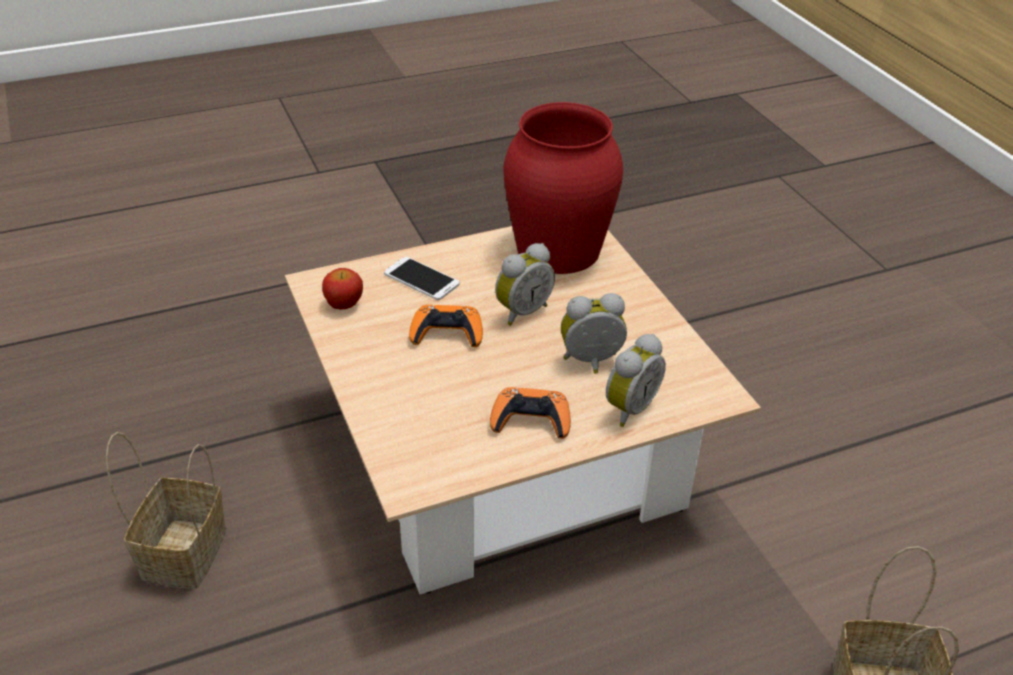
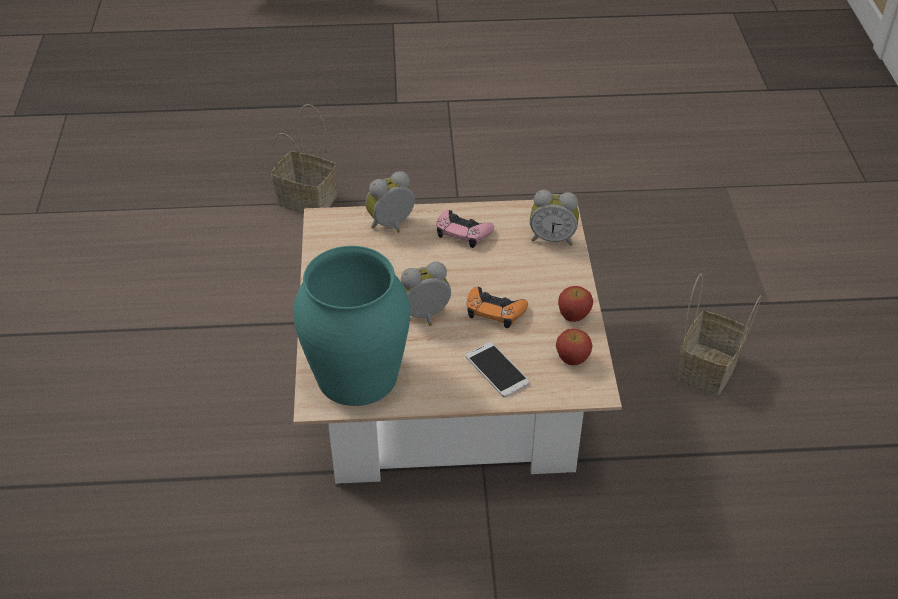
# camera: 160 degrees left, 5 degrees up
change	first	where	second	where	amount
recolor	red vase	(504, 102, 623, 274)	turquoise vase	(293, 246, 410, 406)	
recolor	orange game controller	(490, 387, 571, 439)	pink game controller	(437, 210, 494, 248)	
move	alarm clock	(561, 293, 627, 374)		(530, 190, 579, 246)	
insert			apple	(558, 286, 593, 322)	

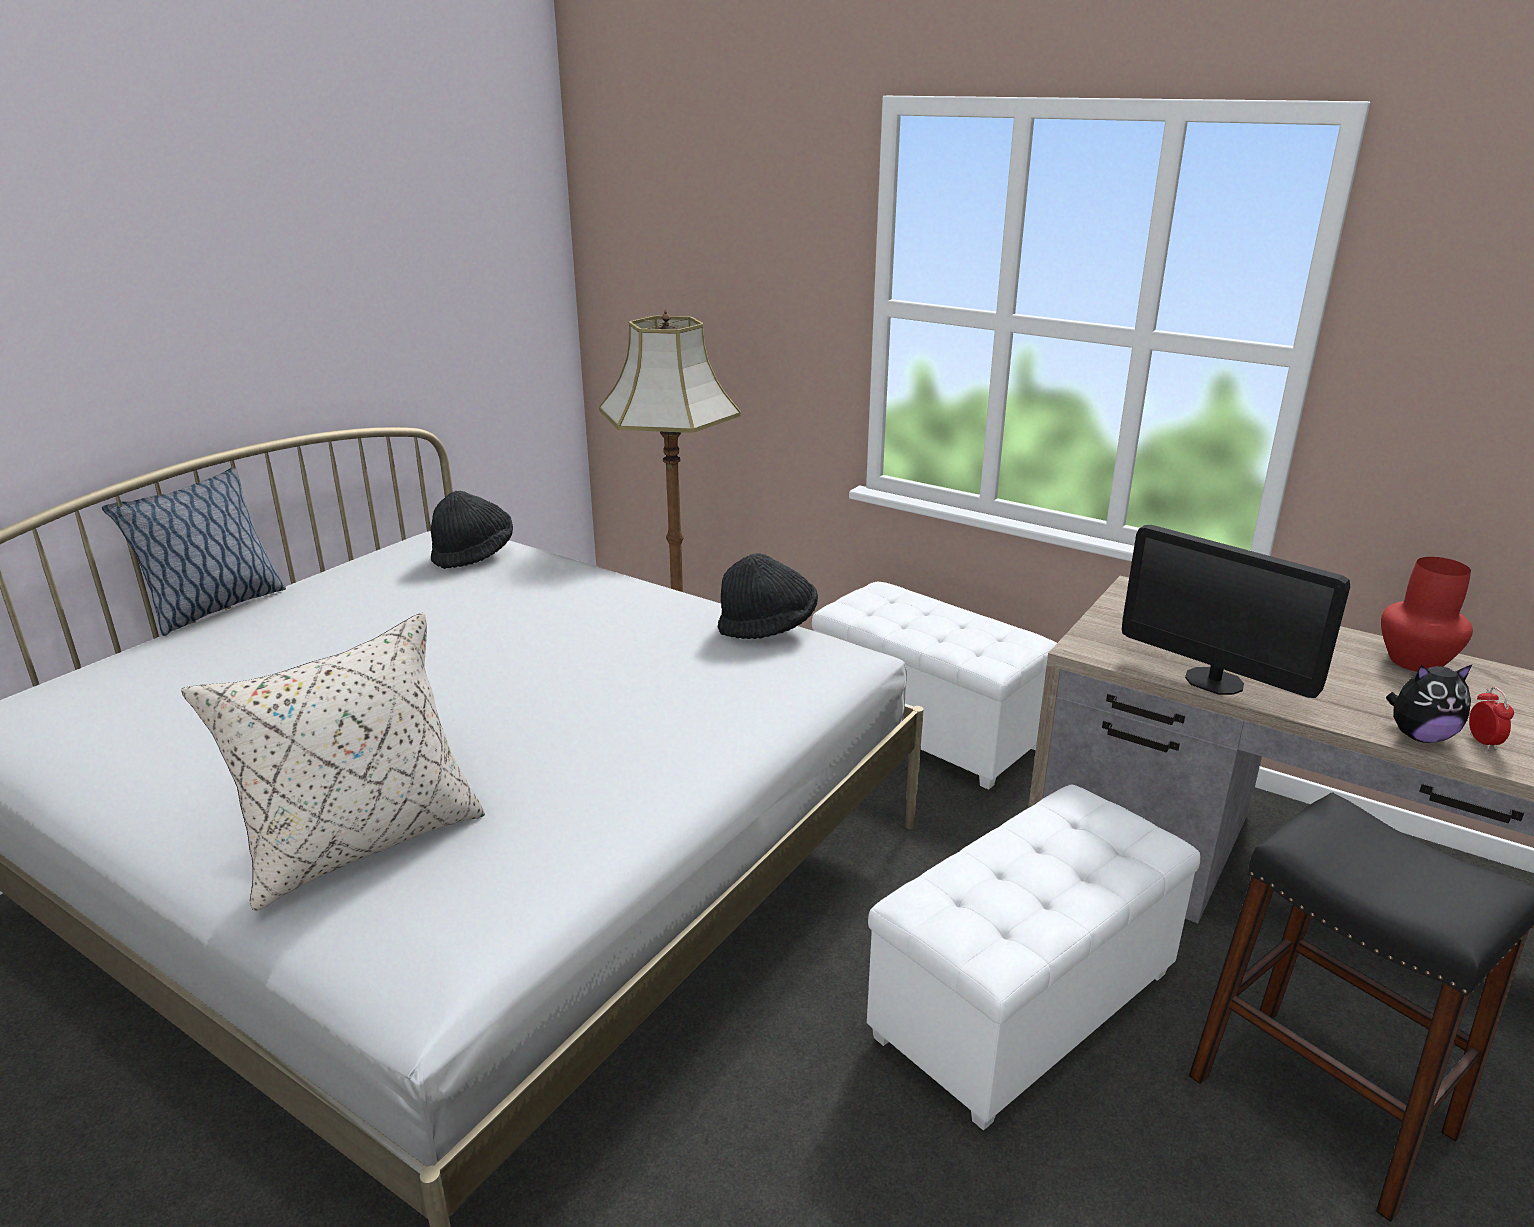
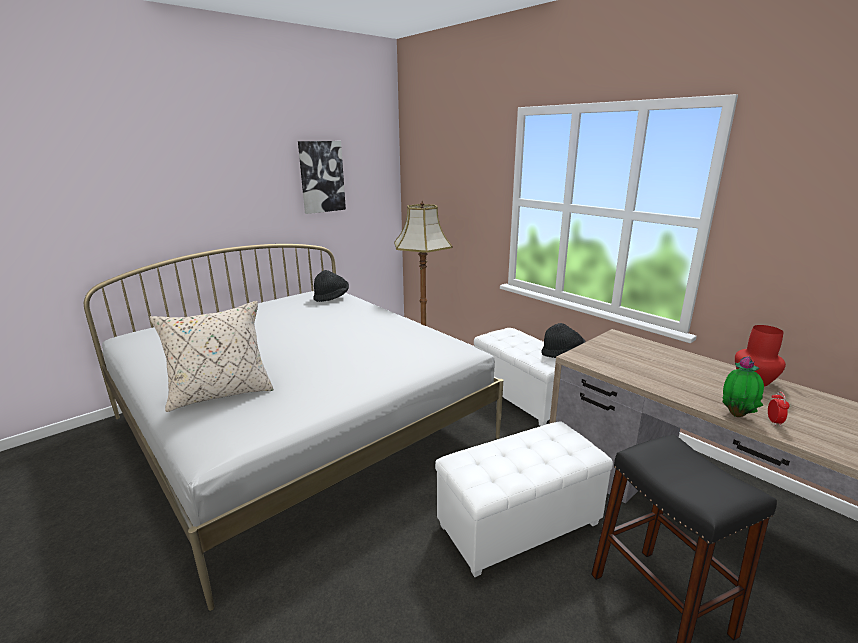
# camera: 15 degrees right, 5 degrees down
change	first	where	second	where	amount
insert			picture	(298, 141, 346, 214)	
move	black hat	(718, 553, 818, 639)		(541, 323, 585, 358)	
replace	plush toy	(1386, 664, 1473, 743)	potted plant	(722, 356, 764, 417)	
delete	pillow	(102, 468, 286, 636)			
delete	monitor	(1122, 525, 1350, 698)			

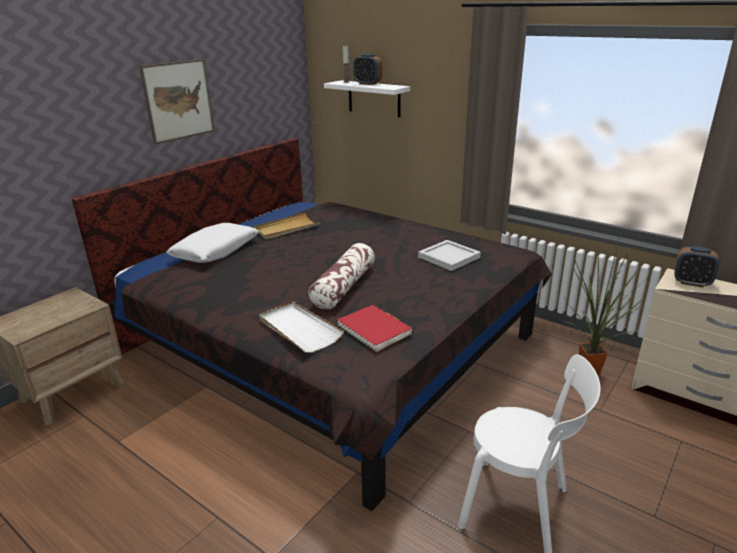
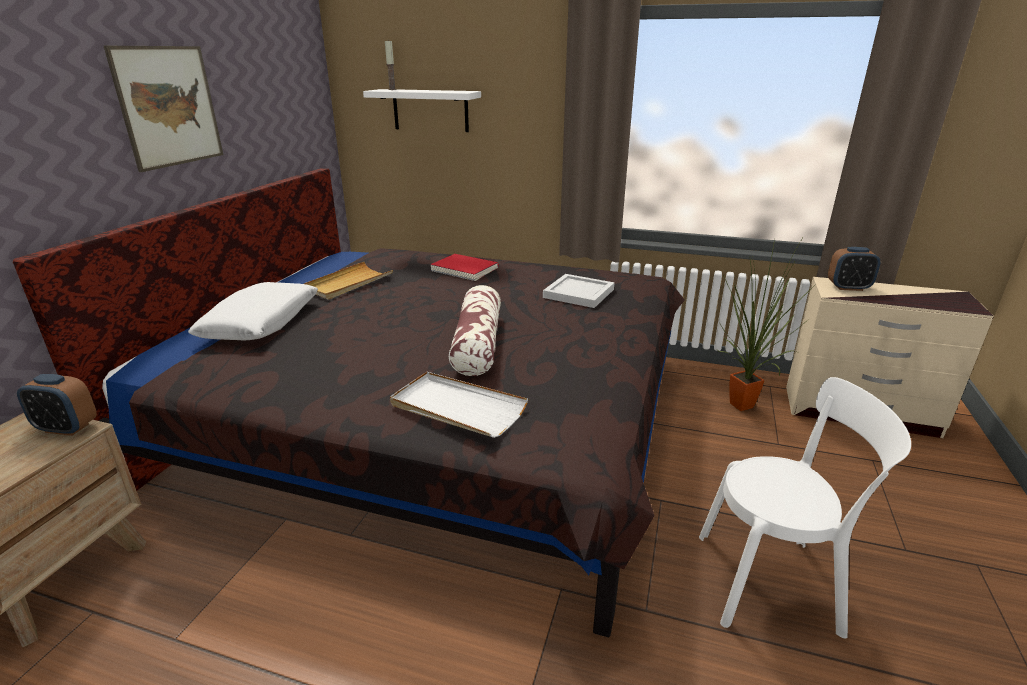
# camera: 20 degrees left, 0 degrees up
change	first	where	second	where	amount
move	alarm clock	(353, 54, 382, 85)		(17, 374, 97, 436)	
move	red book	(337, 305, 413, 352)		(430, 254, 499, 281)	

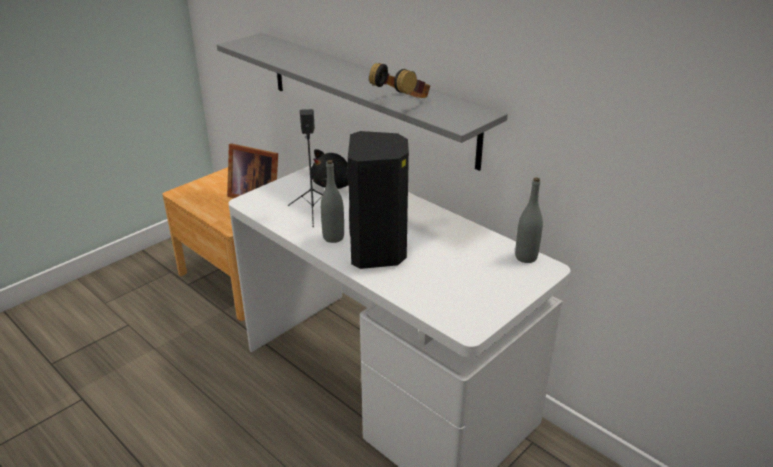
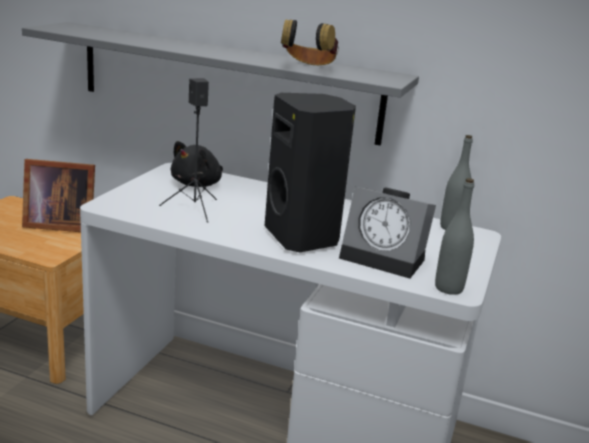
# camera: 25 degrees left, 10 degrees down
change	first	where	second	where	amount
insert			alarm clock	(339, 187, 436, 278)	
move	grey bottle	(321, 160, 344, 243)		(435, 178, 474, 295)	

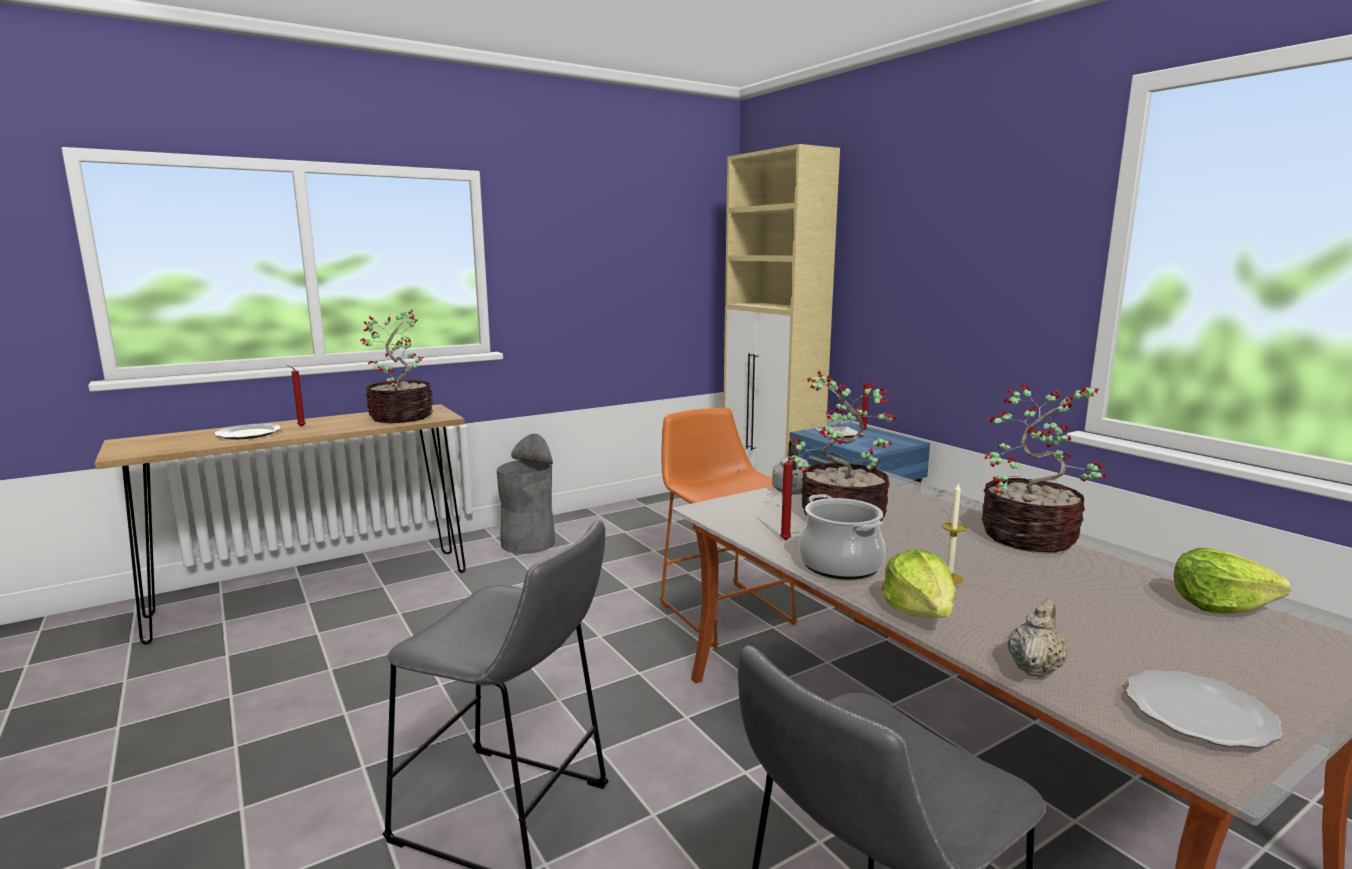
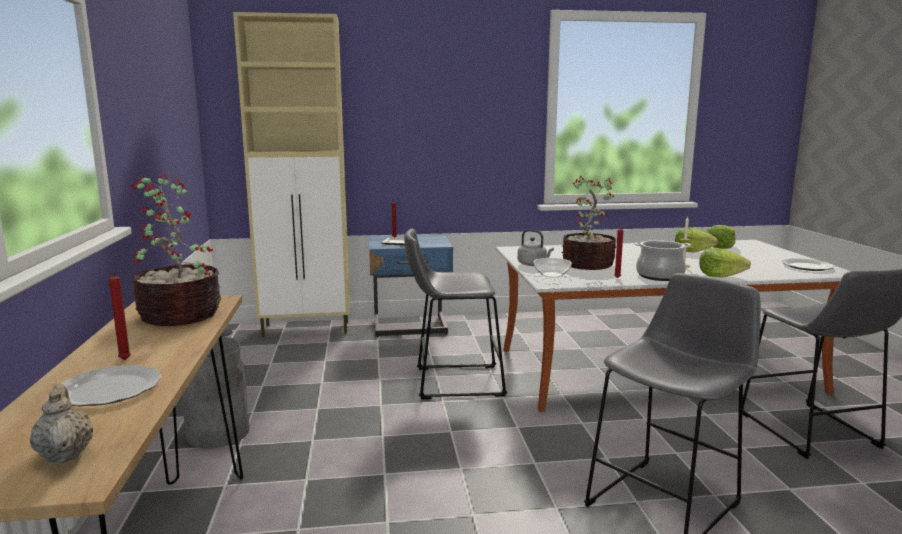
# camera: 65 degrees left, 0 degrees up
change	first	where	second	where	amount
move	beige teapot	(1008, 599, 1067, 678)		(30, 384, 93, 463)	
recolor	orange stool	(660, 408, 798, 649)	grey stool	(404, 229, 507, 399)	
insert			bowl	(534, 258, 572, 278)	
insert			lettuce	(675, 227, 718, 252)	
delete	potted plant	(982, 383, 1107, 552)			

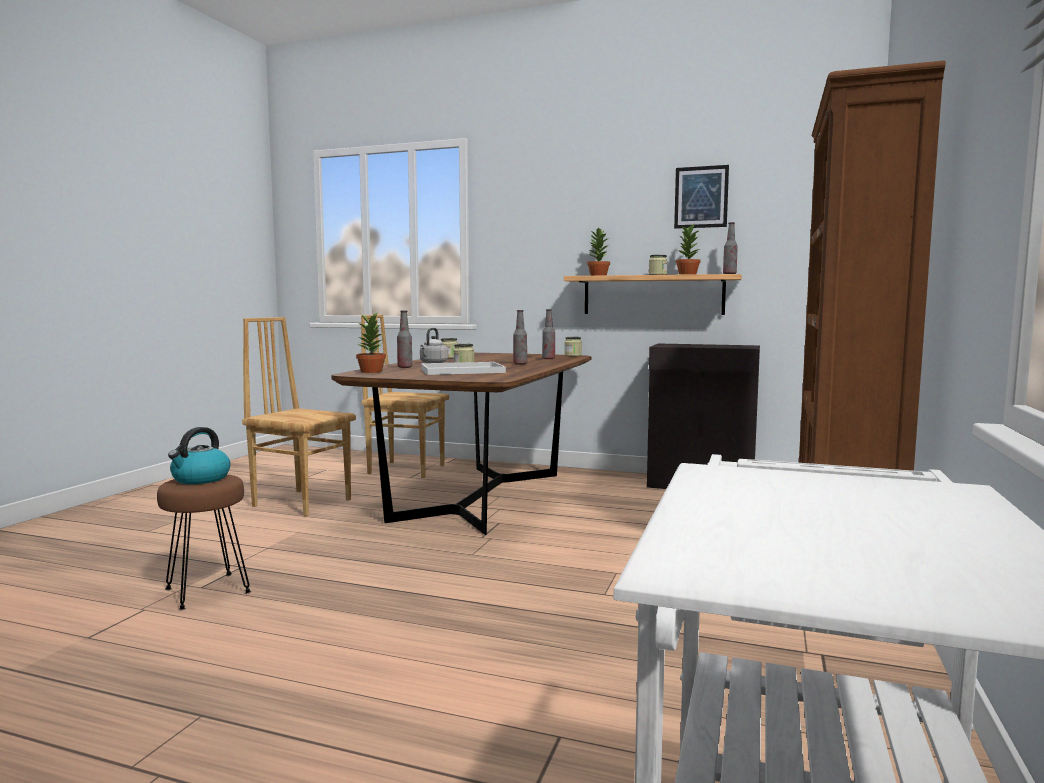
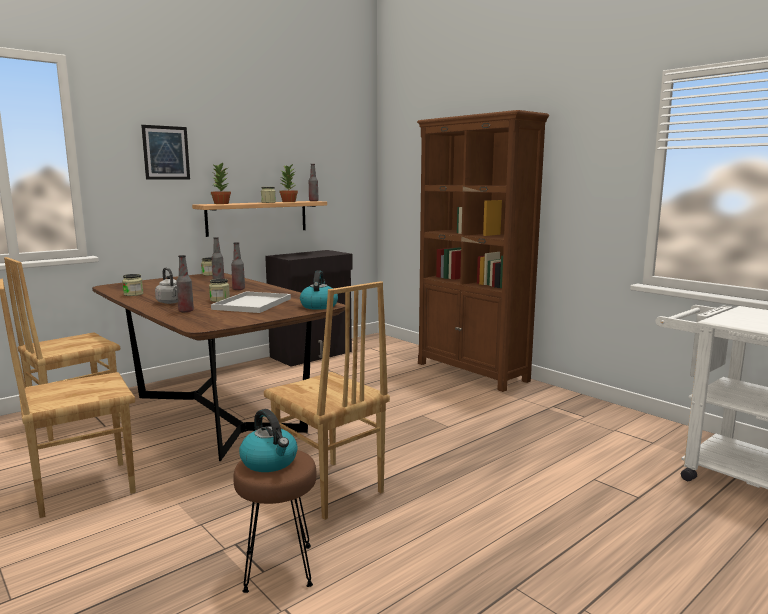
# camera: 60 degrees left, 5 degrees up
change	first	where	second	where	amount
move	picture	(674, 165, 729, 229)		(141, 125, 190, 180)	
insert			brown chair	(264, 281, 390, 520)	
insert			kettle	(300, 270, 338, 310)	
delete	potted plant	(356, 311, 386, 373)			

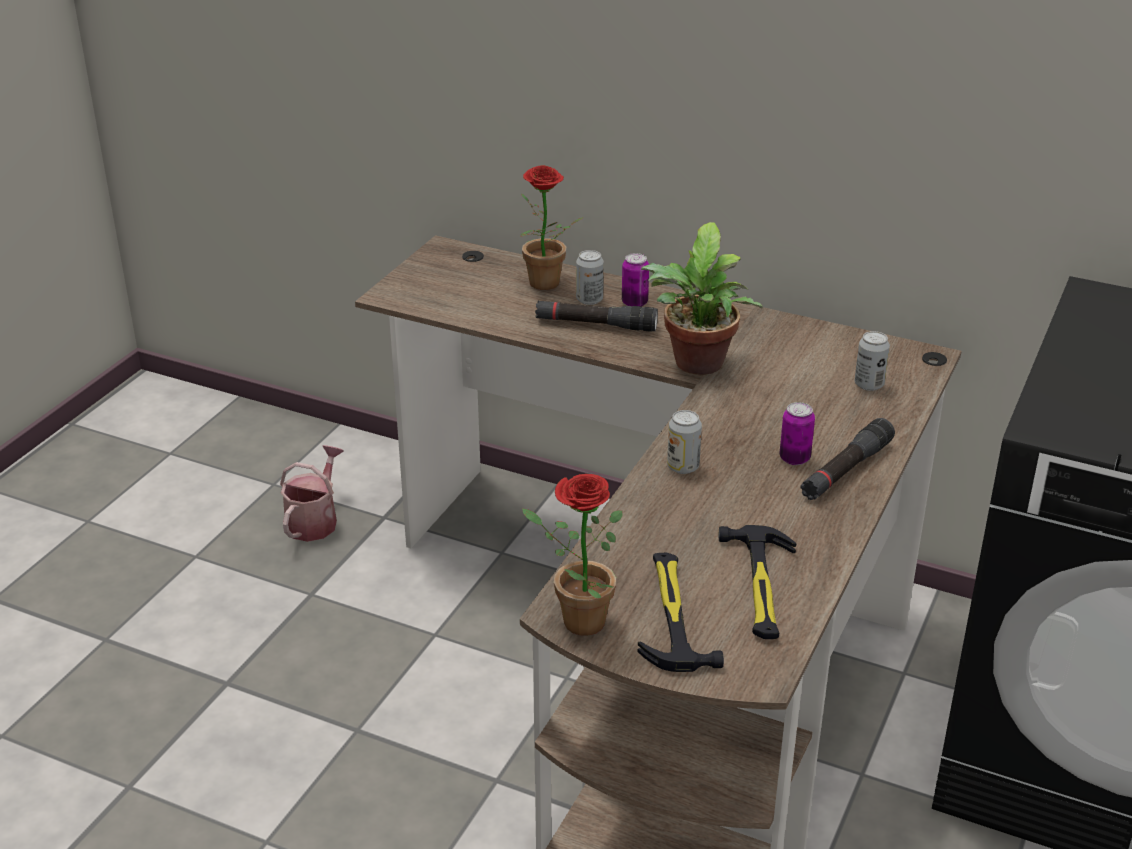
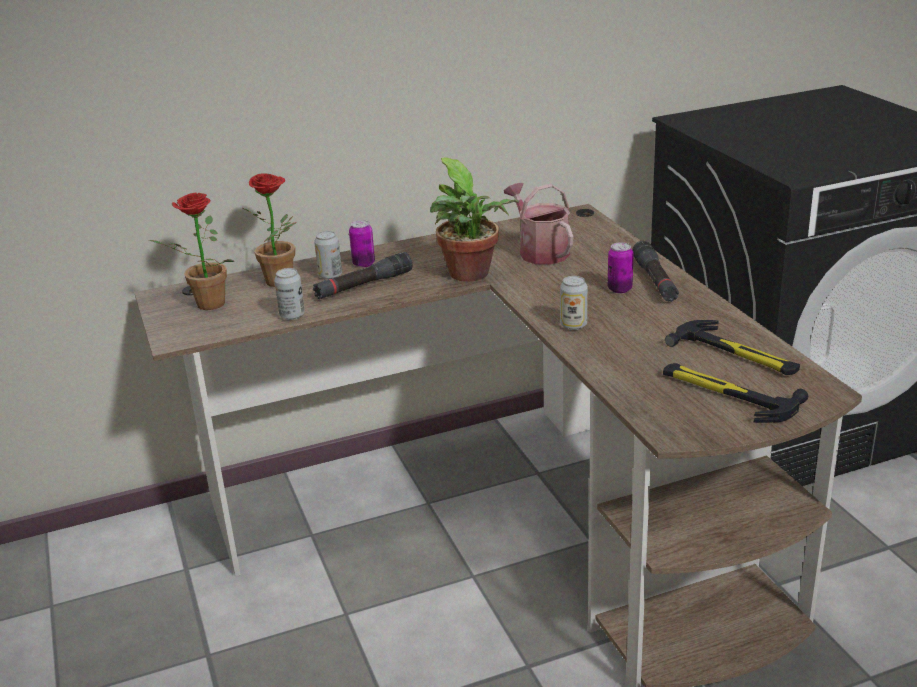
# camera: 45 degrees left, 5 degrees down
change	first	where	second	where	amount
move	potted plant	(522, 474, 623, 636)		(150, 193, 234, 310)	
move	can	(855, 331, 890, 391)		(274, 268, 305, 320)	
move	watering can	(280, 445, 344, 542)		(504, 183, 573, 265)	

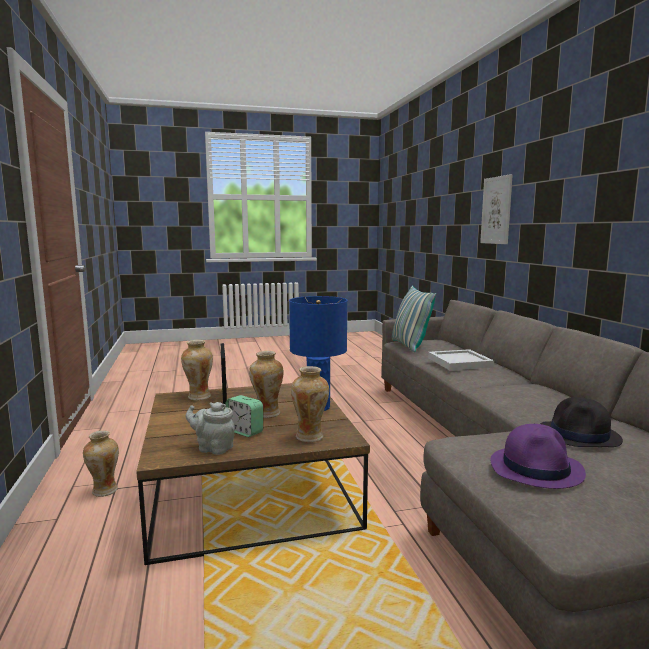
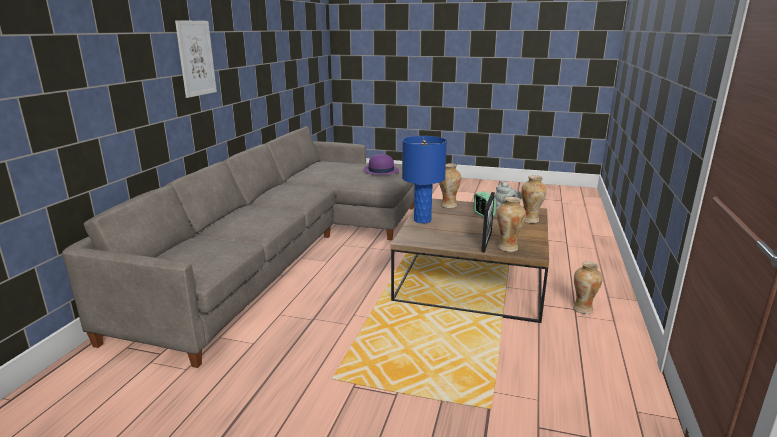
# camera: 150 degrees left, 10 degrees up
change	first	where	second	where	amount
move	picture	(480, 174, 513, 244)		(175, 20, 217, 98)	
move	vase	(249, 351, 283, 418)		(521, 175, 547, 223)	
delete	pillow	(392, 285, 436, 352)			
delete	white tray	(428, 349, 494, 370)			
delete	black hat	(540, 397, 623, 447)			

